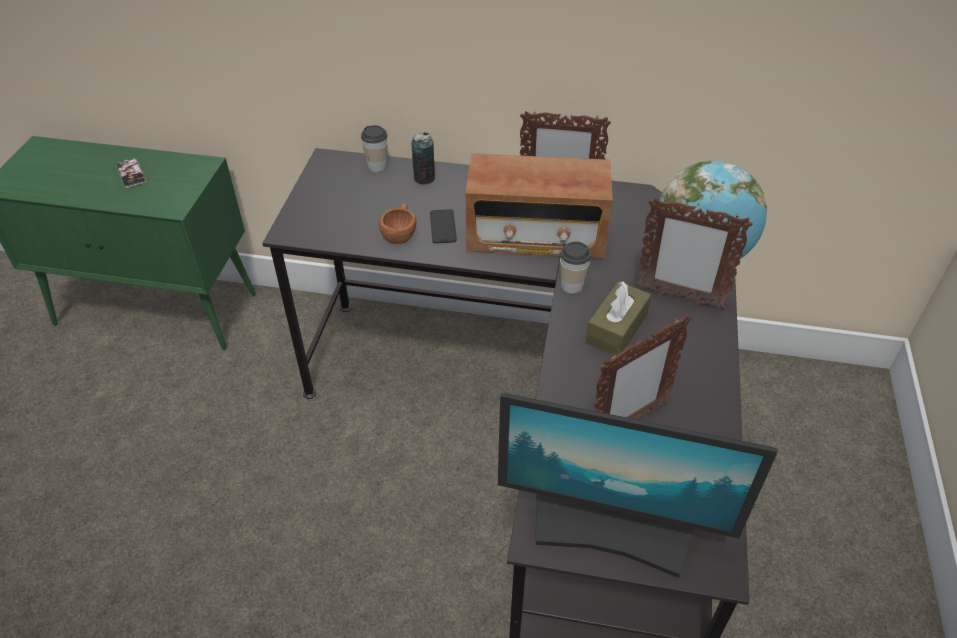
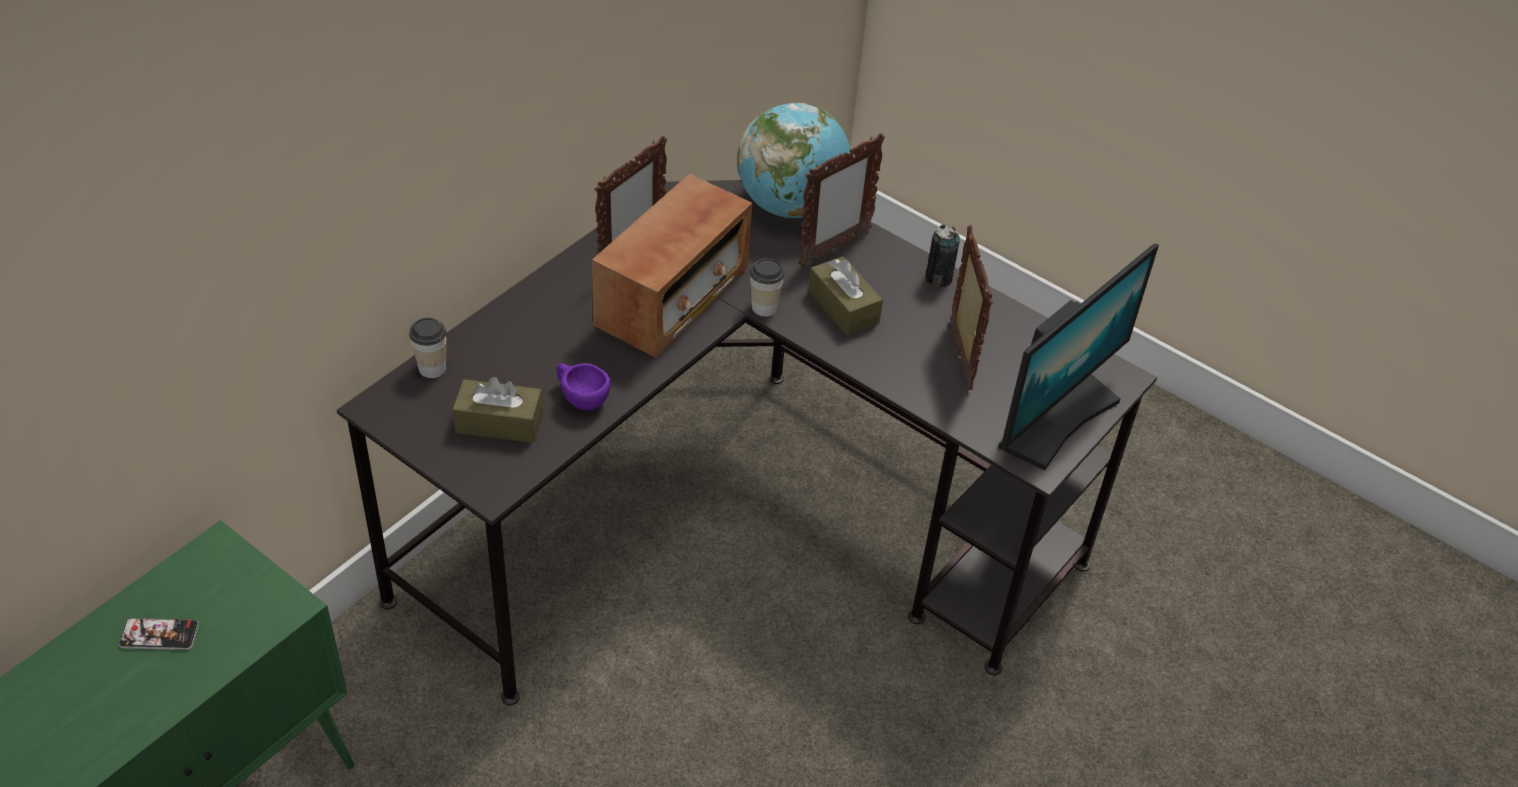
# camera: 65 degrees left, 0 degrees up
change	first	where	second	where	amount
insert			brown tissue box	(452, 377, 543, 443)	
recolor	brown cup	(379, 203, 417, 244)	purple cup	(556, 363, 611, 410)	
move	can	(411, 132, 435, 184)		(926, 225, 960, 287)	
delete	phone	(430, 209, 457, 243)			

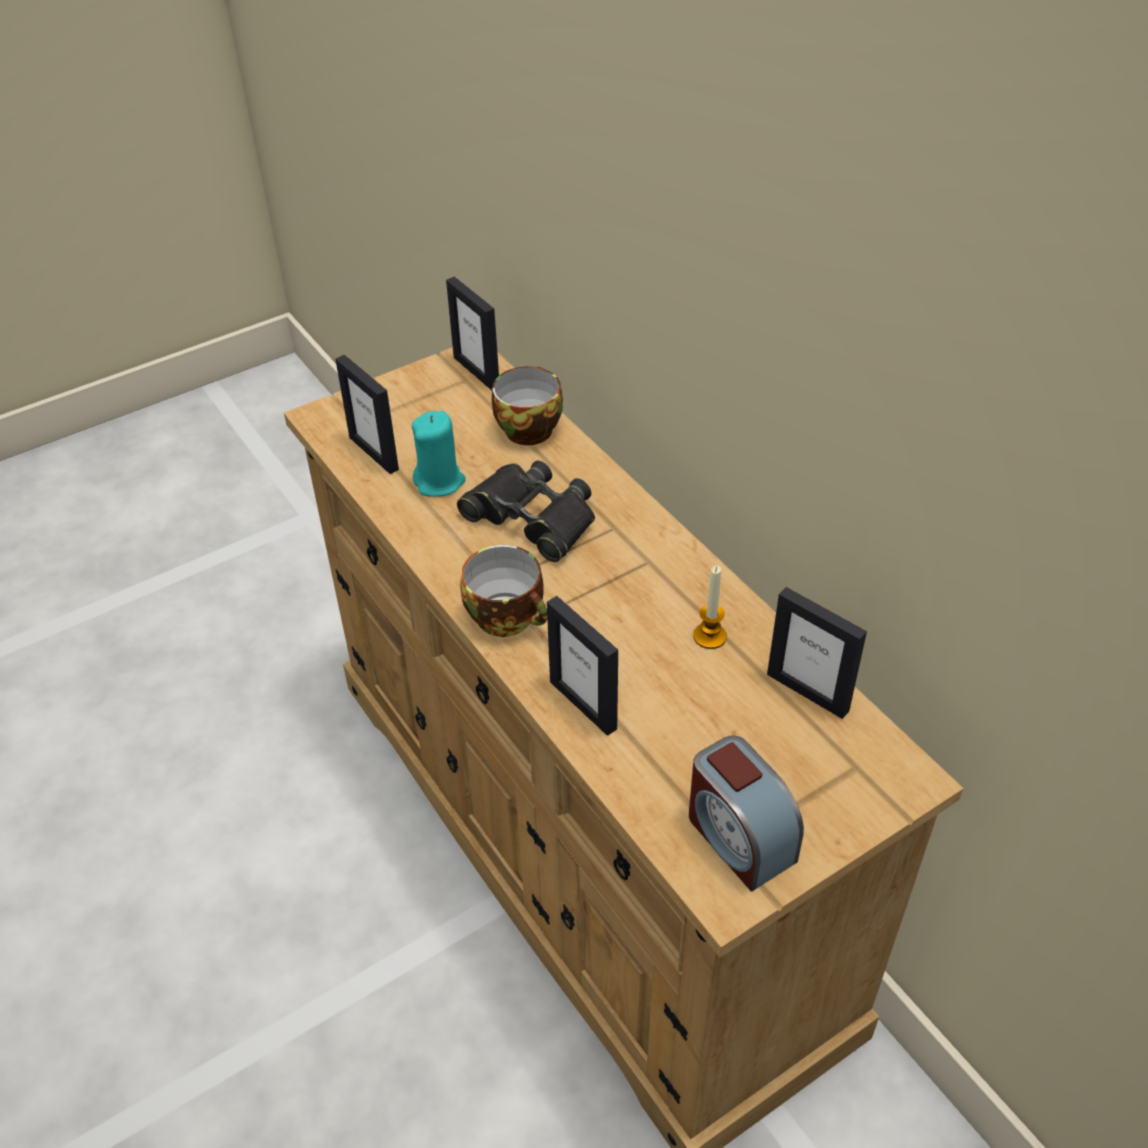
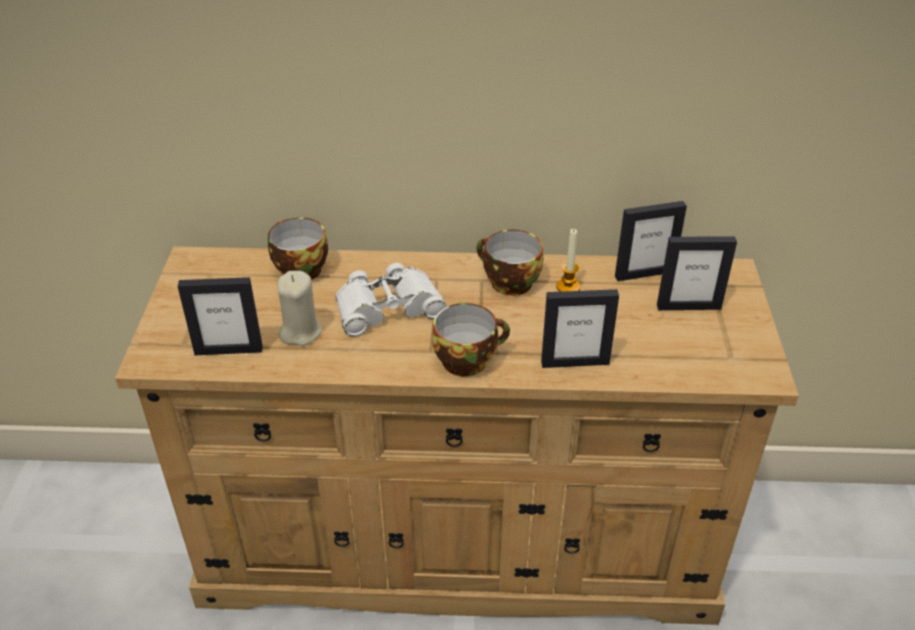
# camera: 55 degrees left, 5 degrees down
change	first	where	second	where	amount
recolor	turquoise candle	(412, 411, 466, 497)	beige candle	(278, 271, 322, 346)	
recolor	black binoculars	(457, 461, 595, 562)	white binoculars	(335, 263, 447, 337)	
insert			cup	(476, 230, 543, 296)	
move	picture frame	(446, 277, 499, 390)		(657, 236, 737, 310)	
delete	alarm clock	(689, 735, 804, 891)			

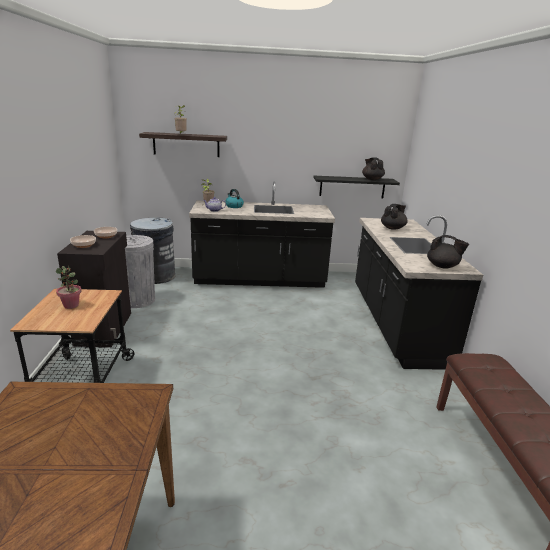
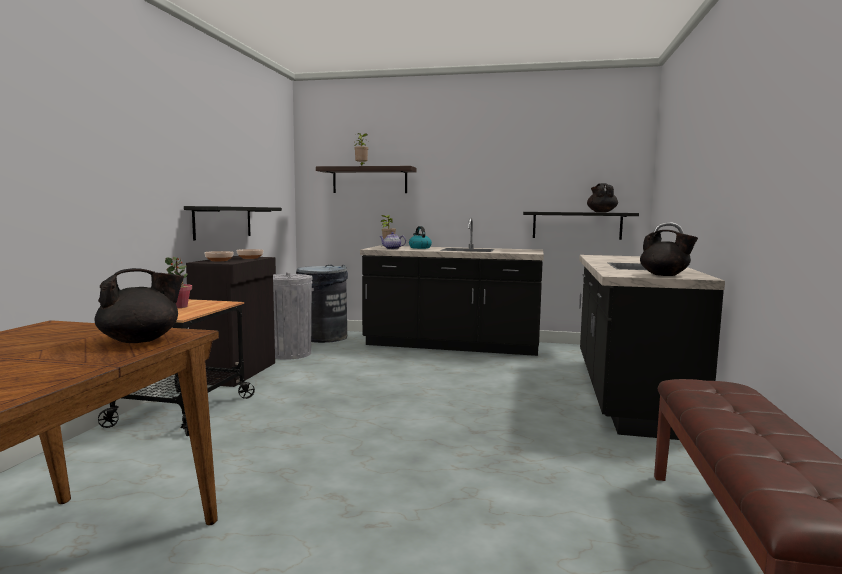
# camera: 15 degrees right, 15 degrees down
change	first	where	second	where	amount
move	black teapot	(381, 204, 408, 230)		(94, 268, 184, 343)	
insert			black shelf	(184, 206, 282, 240)	

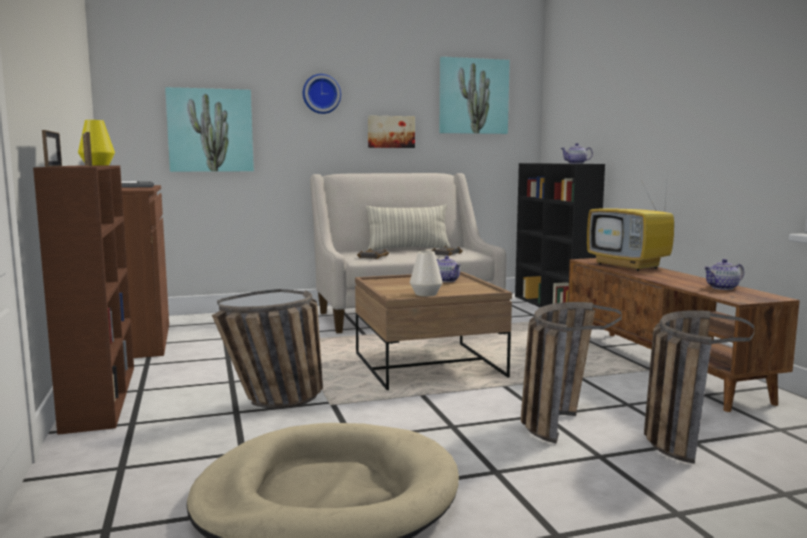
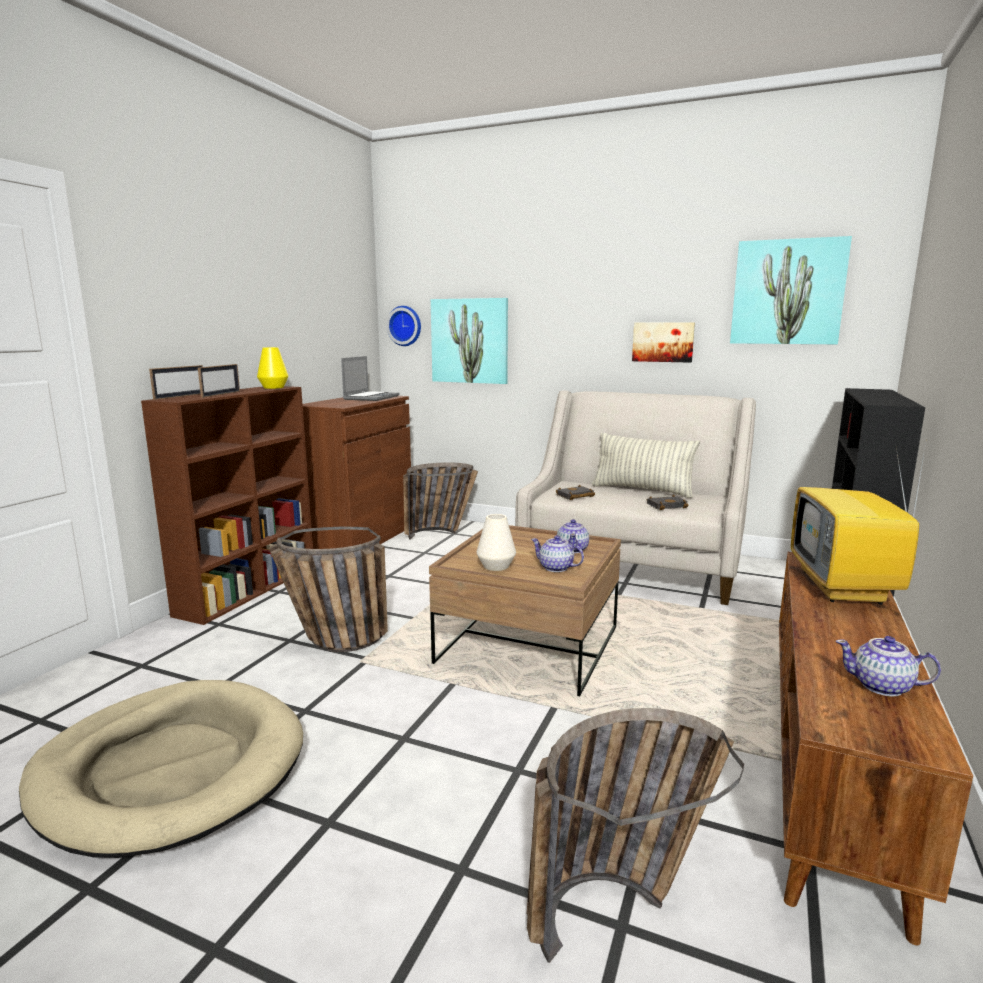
# camera: 40 degrees right, 5 degrees up
change	first	where	second	where	amount
move	wall clock	(303, 74, 341, 114)		(386, 306, 421, 346)	
move	basket	(520, 302, 622, 444)		(403, 462, 478, 540)	
move	teapot	(561, 143, 593, 164)		(531, 535, 584, 572)	

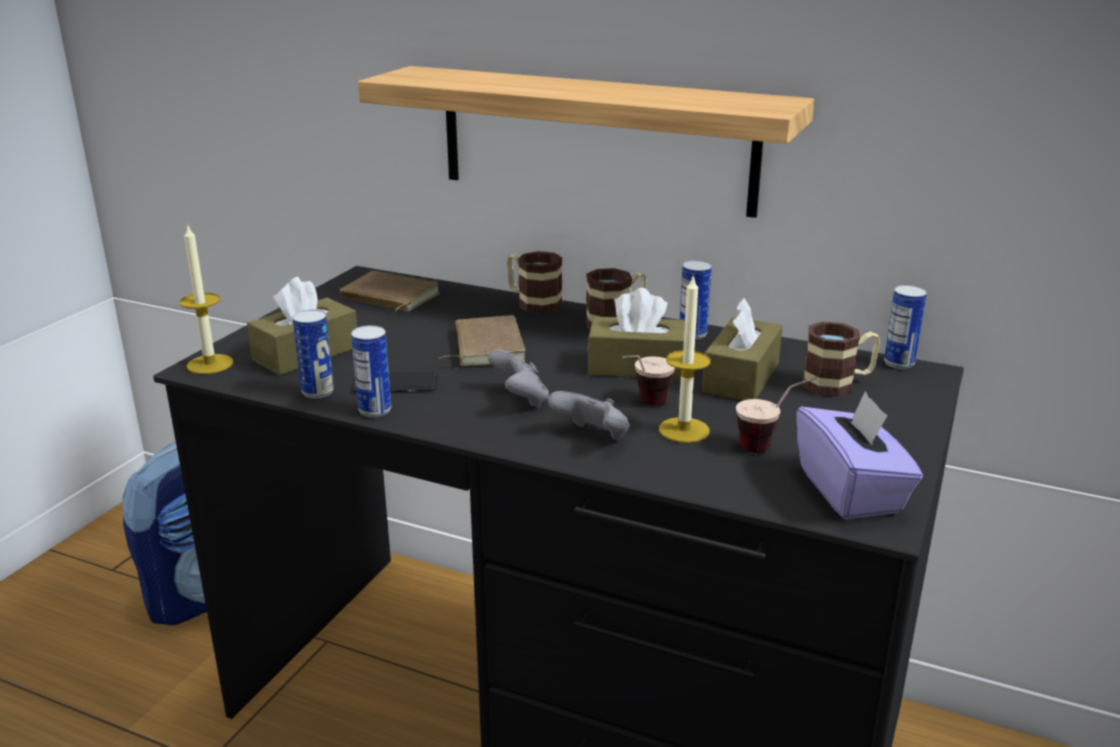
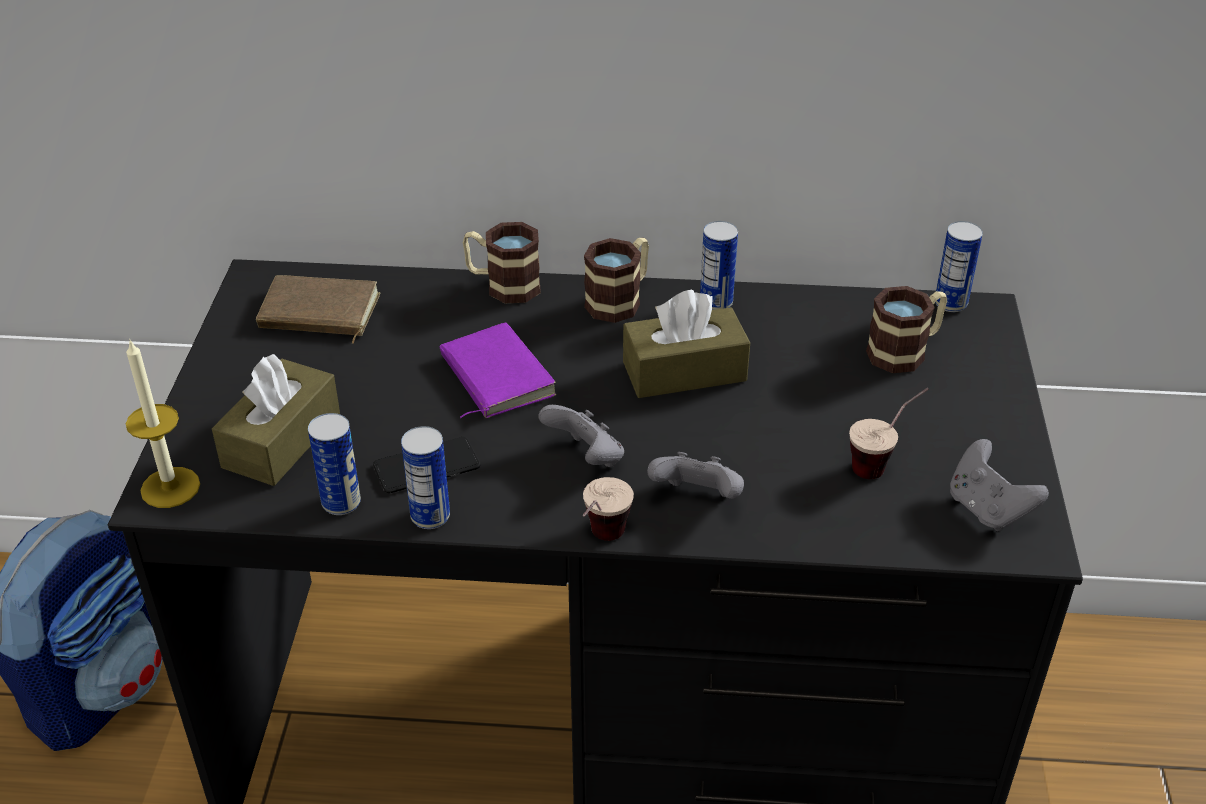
# camera: 20 degrees left, 15 degrees up
change	first	where	second	where	amount
recolor	brown book	(439, 315, 525, 366)	purple book	(440, 323, 556, 418)	
move	cup	(622, 355, 675, 406)		(583, 477, 634, 541)	
replace	purple tissue box	(796, 391, 923, 519)	grey game controller	(950, 439, 1049, 531)	
delete	shelf	(358, 66, 814, 218)			
delete	candle	(659, 274, 711, 443)			
delete	brown tissue box	(702, 297, 783, 400)			

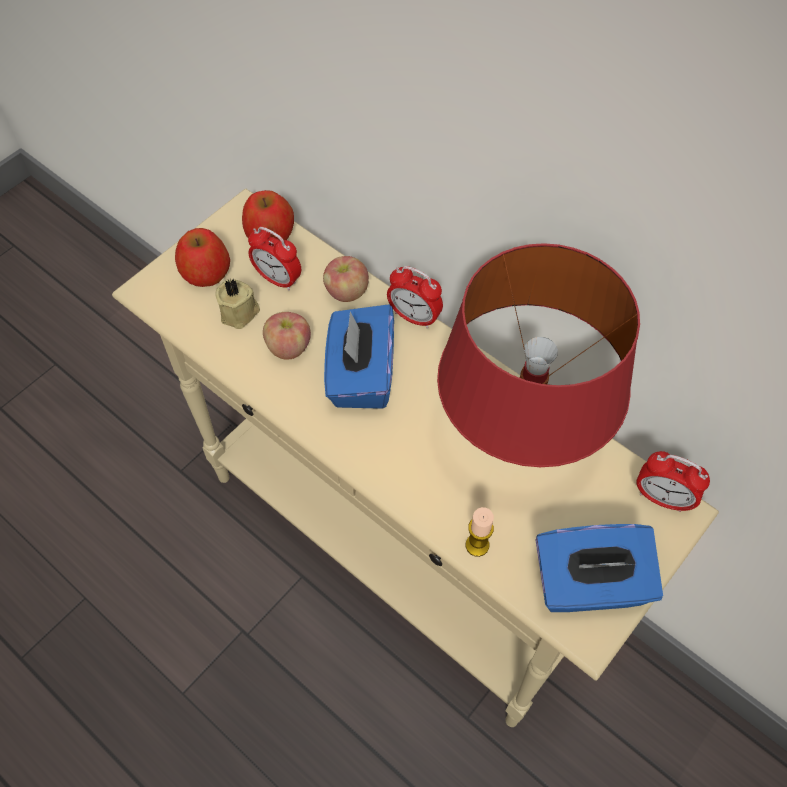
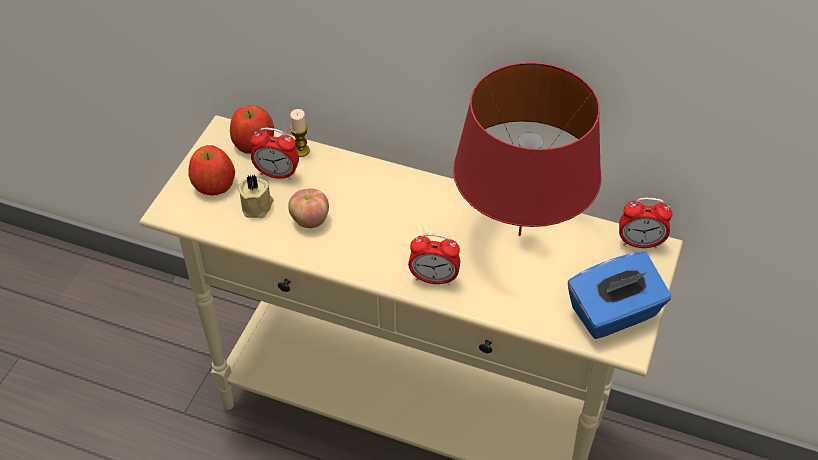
# camera: 20 degrees left, 10 degrees down
change	first	where	second	where	amount
move	candle	(466, 507, 494, 557)		(290, 109, 310, 157)	
move	alarm clock	(387, 266, 443, 329)		(408, 233, 460, 285)	
delete	apple	(323, 256, 369, 302)			
delete	blue tissue box	(324, 304, 394, 409)			

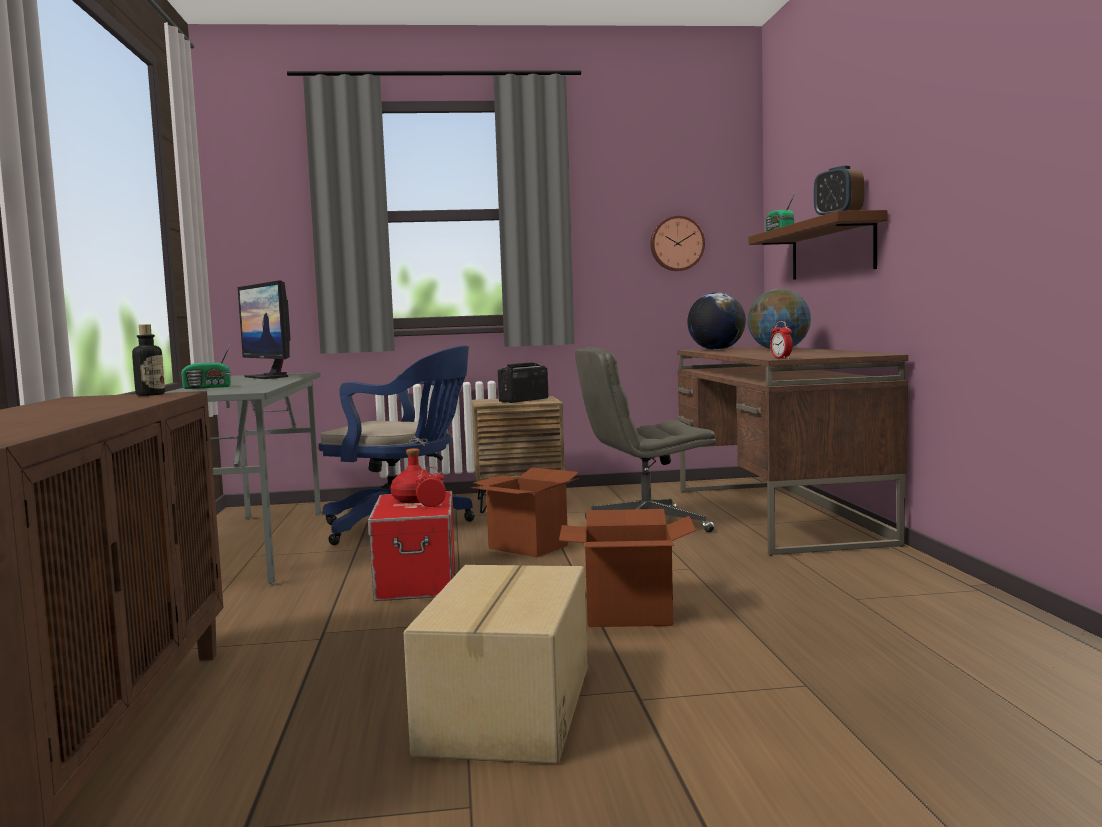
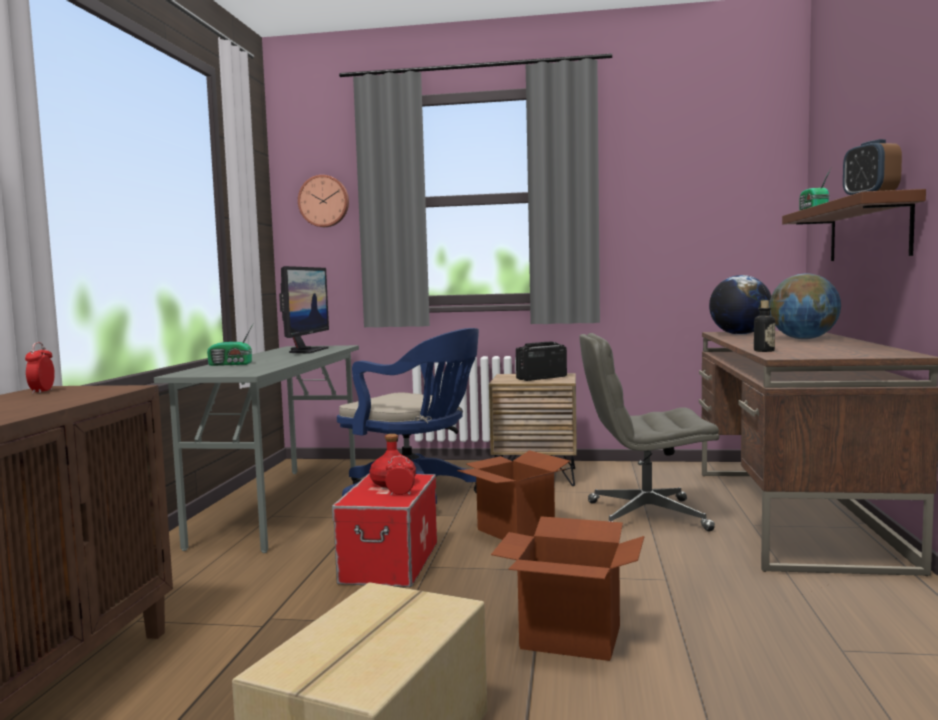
# camera: 15 degrees right, 0 degrees up
change	first	where	second	where	amount
move	alarm clock	(770, 321, 793, 359)		(25, 342, 55, 394)	
rotate	monitor	(238, 281, 290, 379)		(279, 266, 329, 354)	150 degrees counterclockwise
move	wall clock	(650, 216, 705, 271)		(298, 175, 349, 227)	
move	bottle	(132, 324, 165, 396)		(754, 300, 775, 352)	

